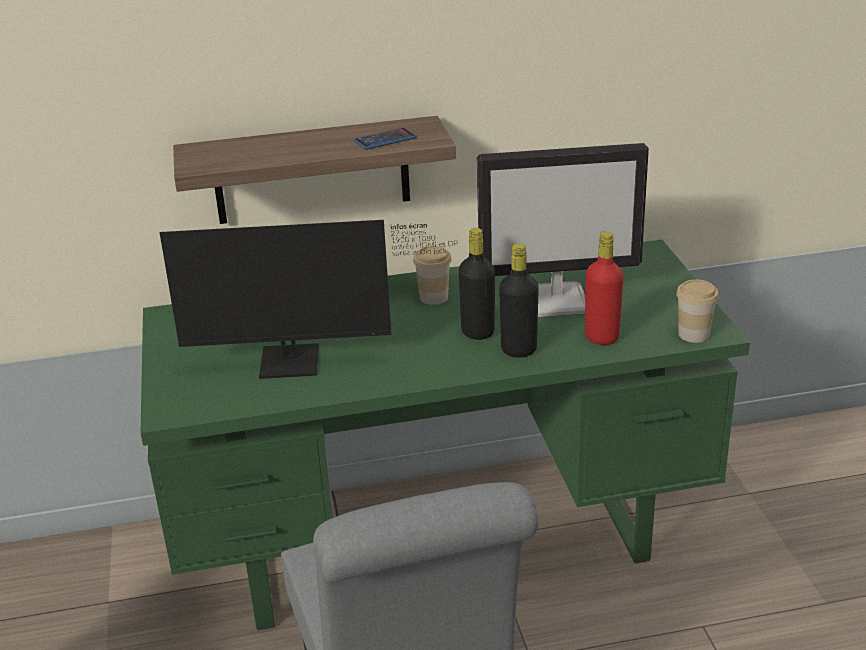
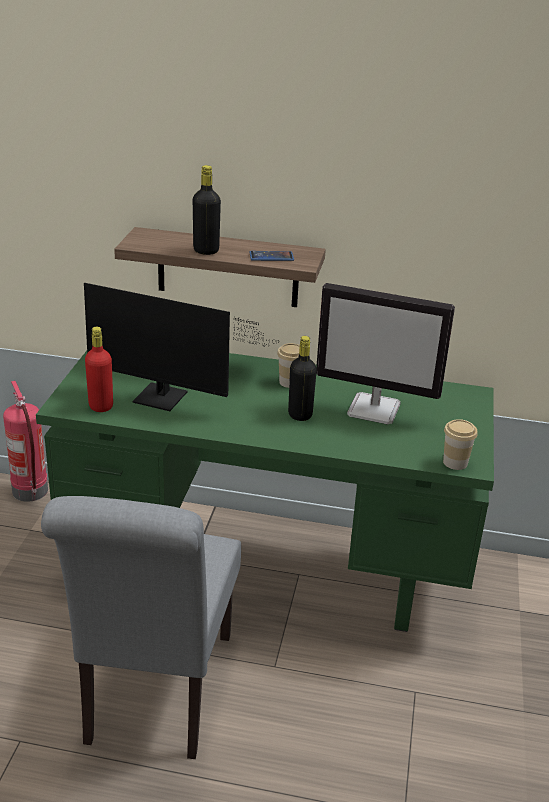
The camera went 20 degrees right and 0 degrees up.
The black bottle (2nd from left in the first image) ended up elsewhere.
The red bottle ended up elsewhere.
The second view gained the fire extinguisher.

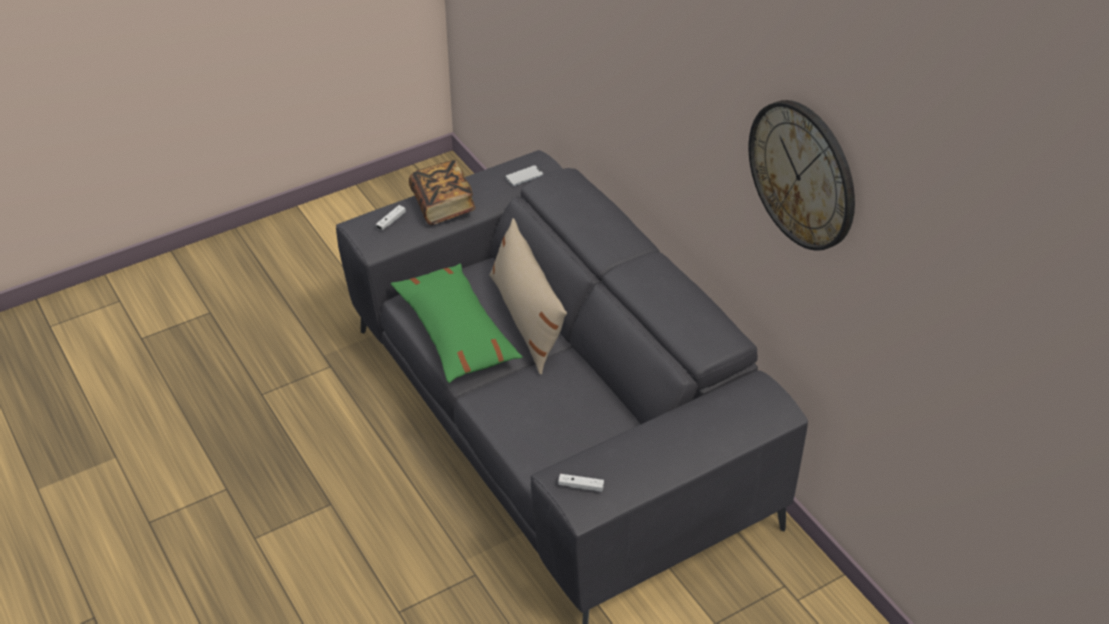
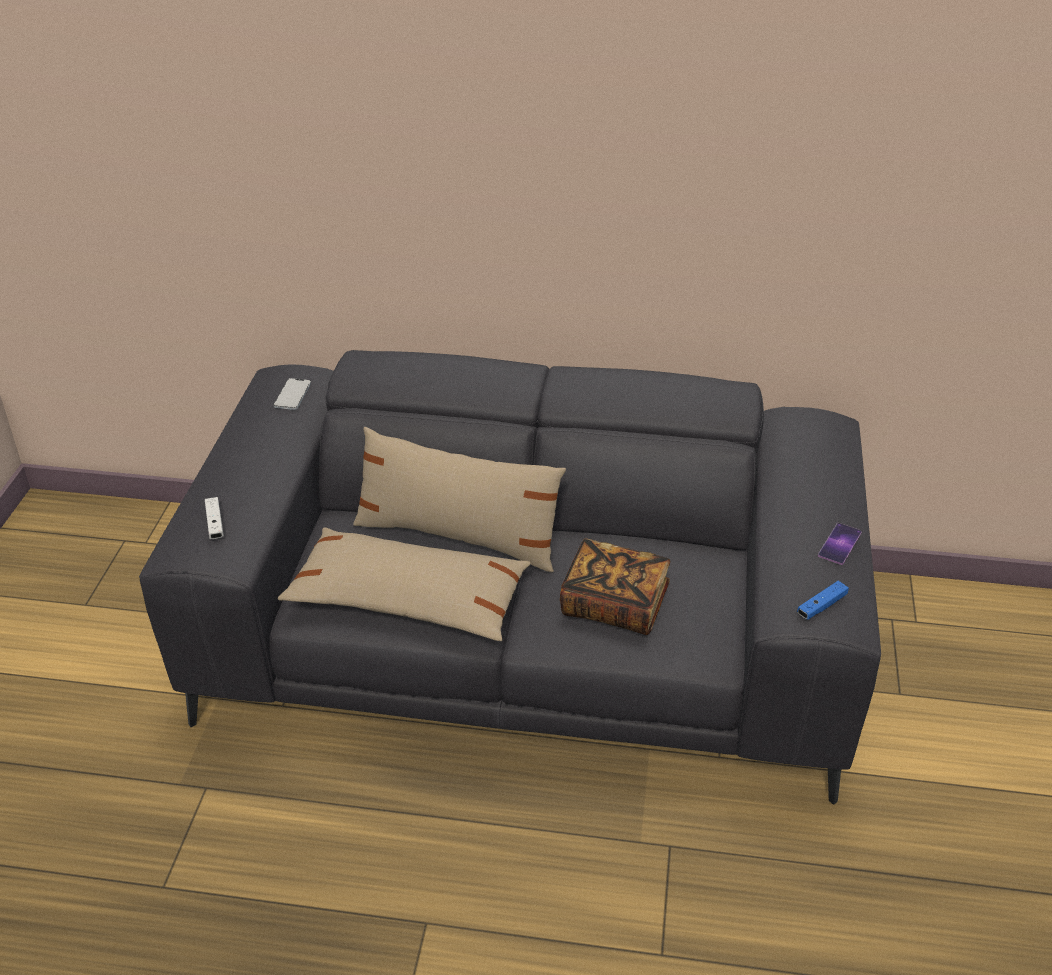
The camera went 50 degrees left and 5 degrees down.
What was the green pillow turned into the beige pillow (1st from left).
The book ended up elsewhere.
What was the white game controller (2nd from left) turned into the blue game controller.
The second view lost the wall clock.
The second view gained the phone (2nd from left).

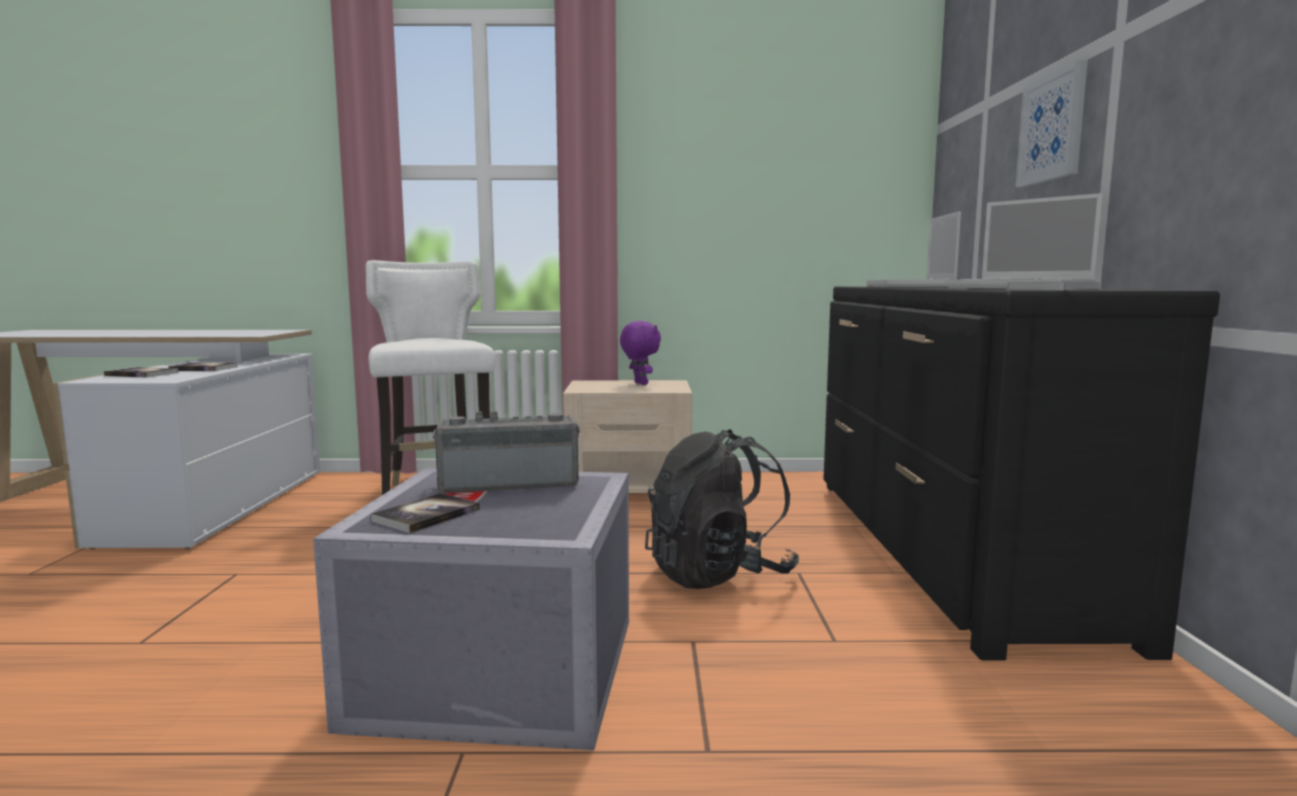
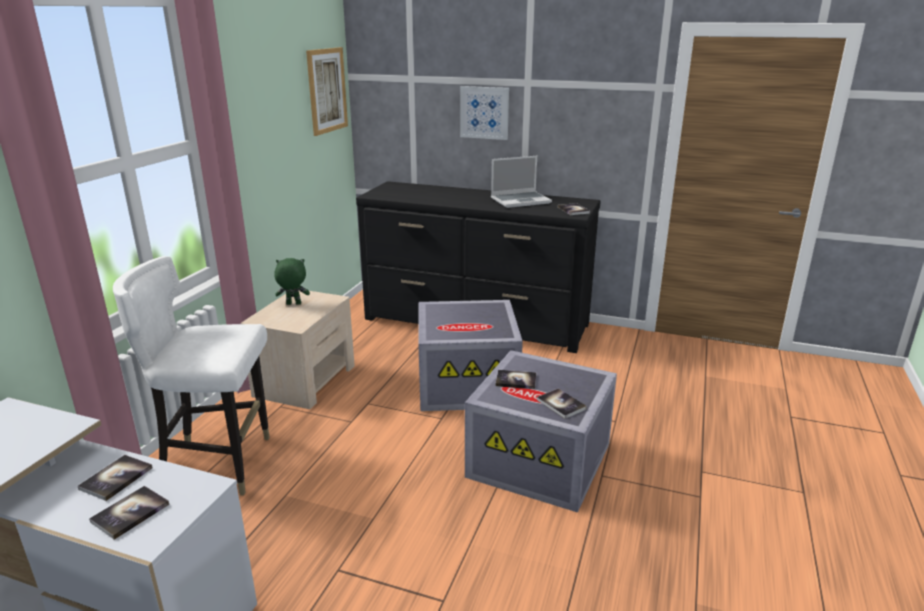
The camera went 70 degrees left and 15 degrees up.
Where the radio stood, the book (3rd from left) came to stand.
What was the purple plush toy turned into the green plush toy.
Where the black backpack stood, the grey storage box (1st from left) came to stand.
The second view lost the laptop (1st from left).
The second view gained the picture (1st from left).

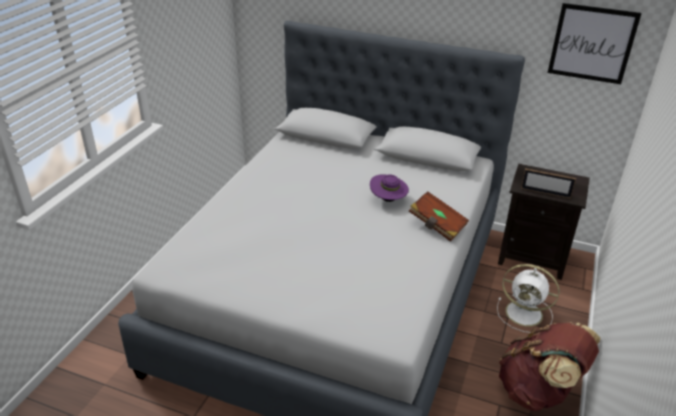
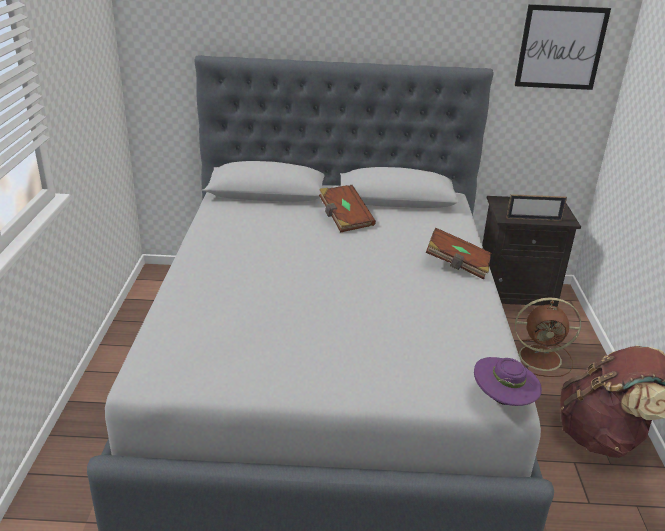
The camera went 20 degrees left and 5 degrees down.
The purple hat ended up elsewhere.
What was the white fan turned into the brown fan.
The second view gained the brown book (1st from left).

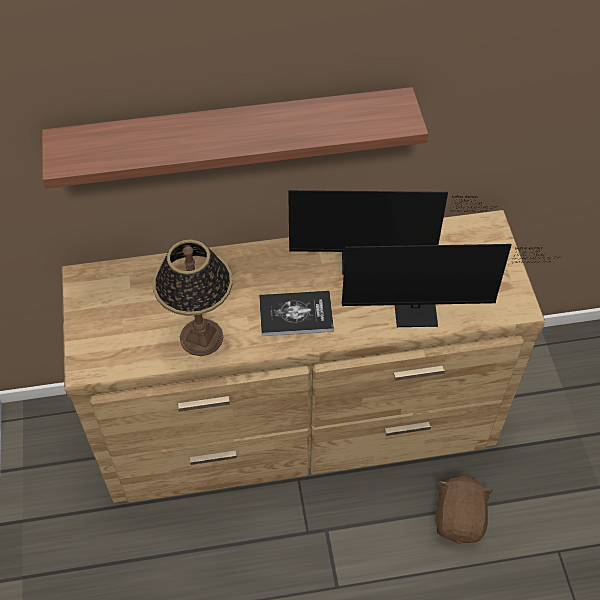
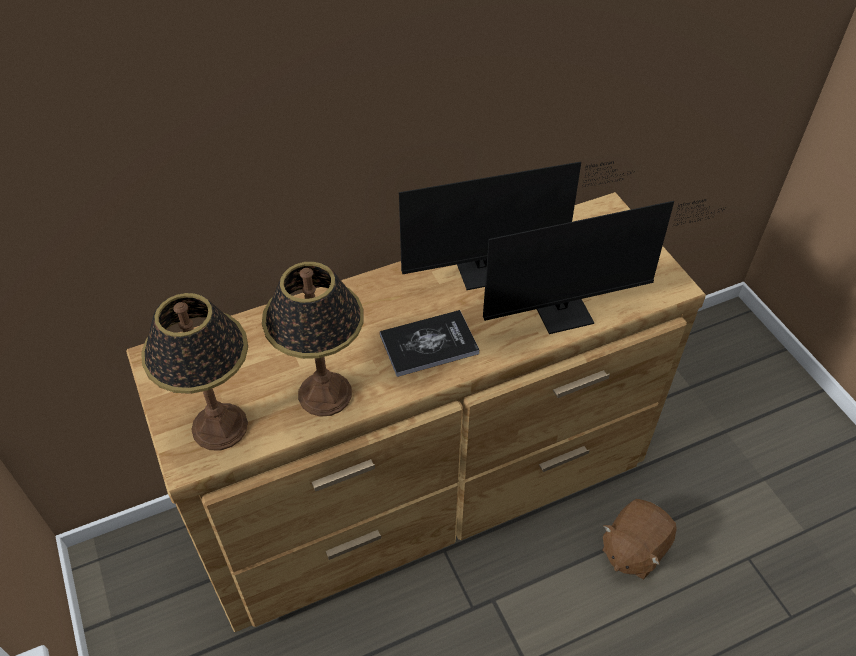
The camera went 15 degrees left and 5 degrees down.
The second view lost the shelf.
The brown plush toy ended up facing another way, 135 degrees counterclockwise from before.
The second view gained the table lamp (1st from left).

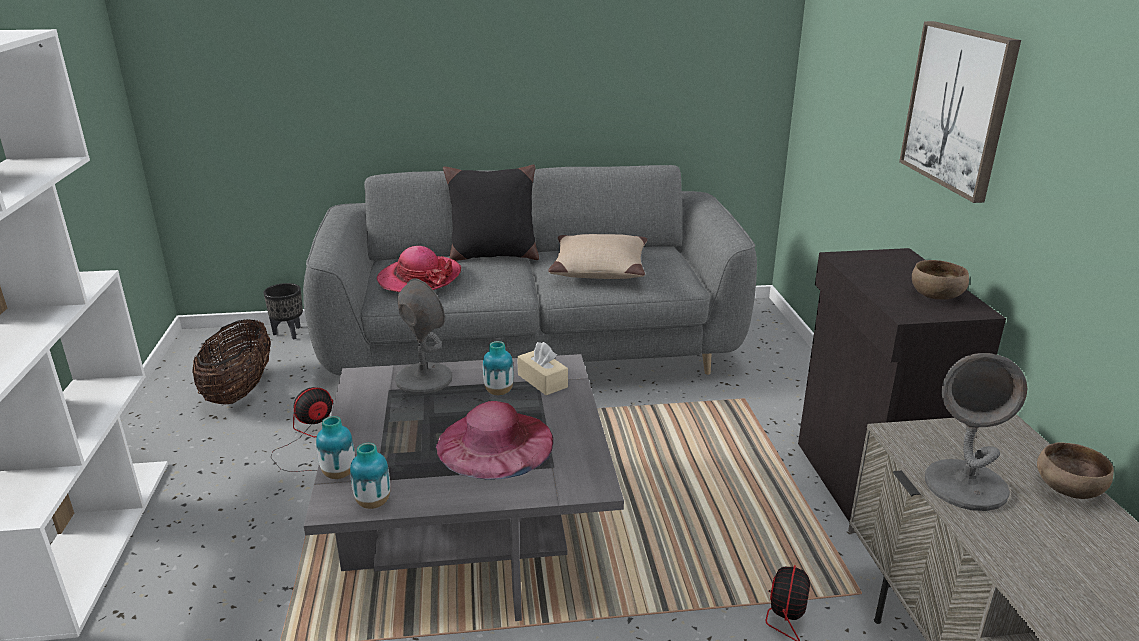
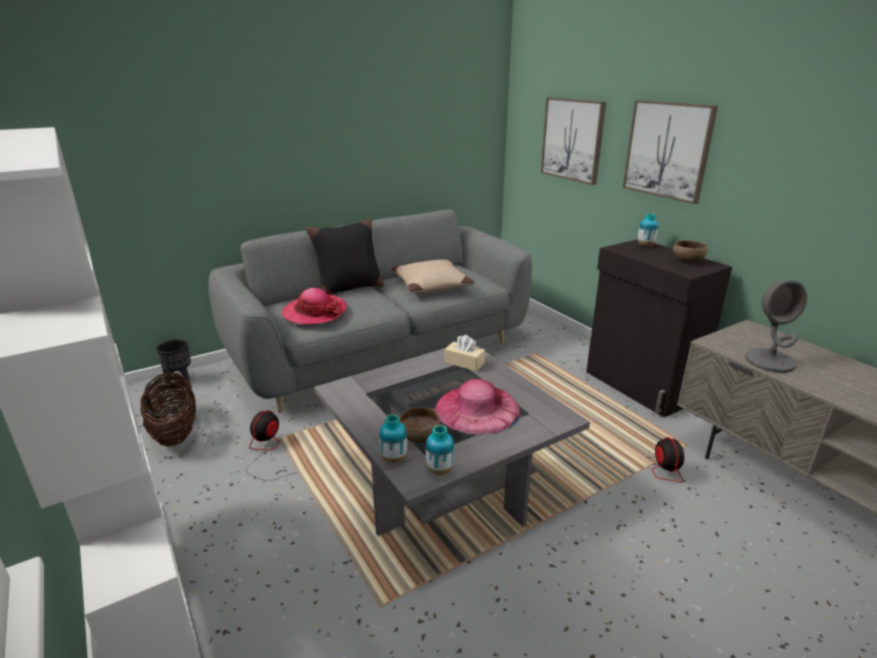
The camera went 25 degrees left and 0 degrees up.
The second view lost the grey table lamp (1st from left).
The vase (3rd from left) ended up elsewhere.
The brown bowl (2nd from left in the first image) ended up elsewhere.
The second view gained the picture (1st from left).

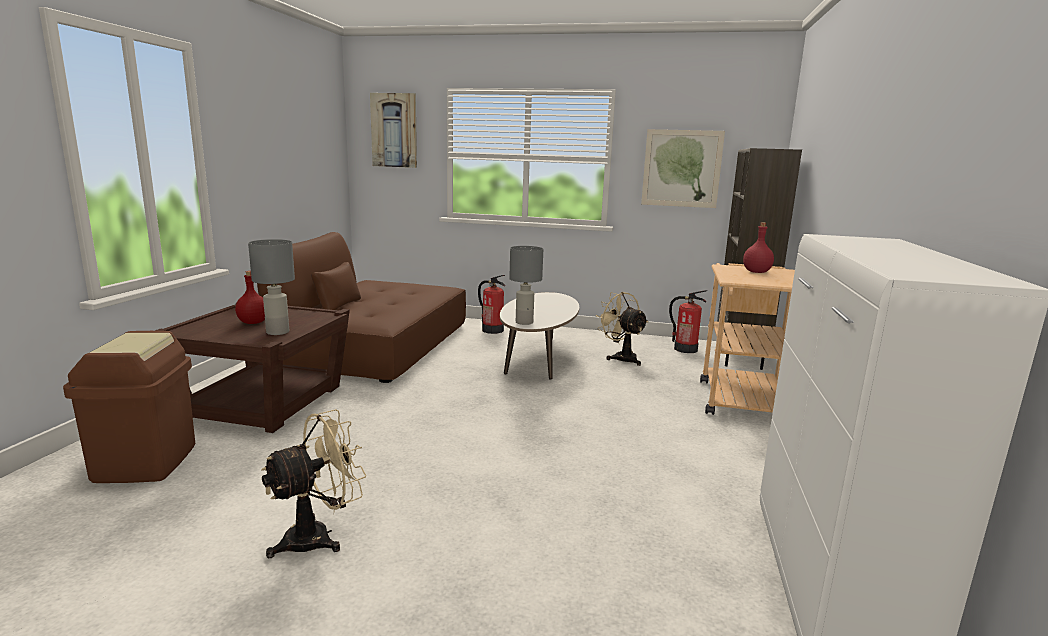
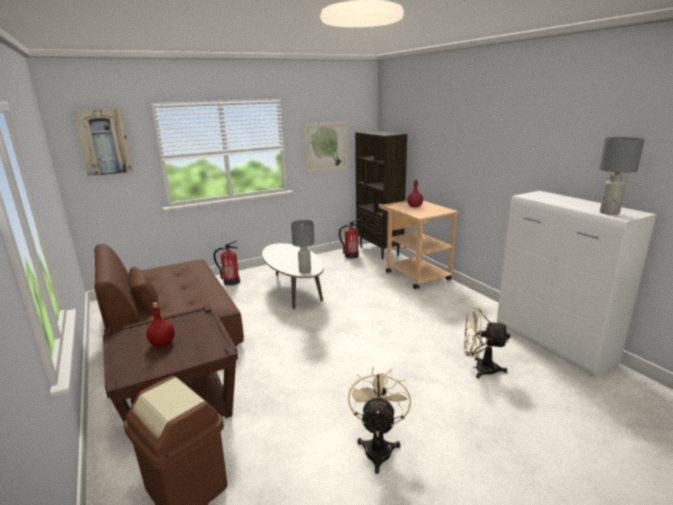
The camera went 40 degrees left and 5 degrees up.
The grey table lamp (1st from left in the first image) ended up elsewhere.
The beige fan (2nd from left) ended up elsewhere.

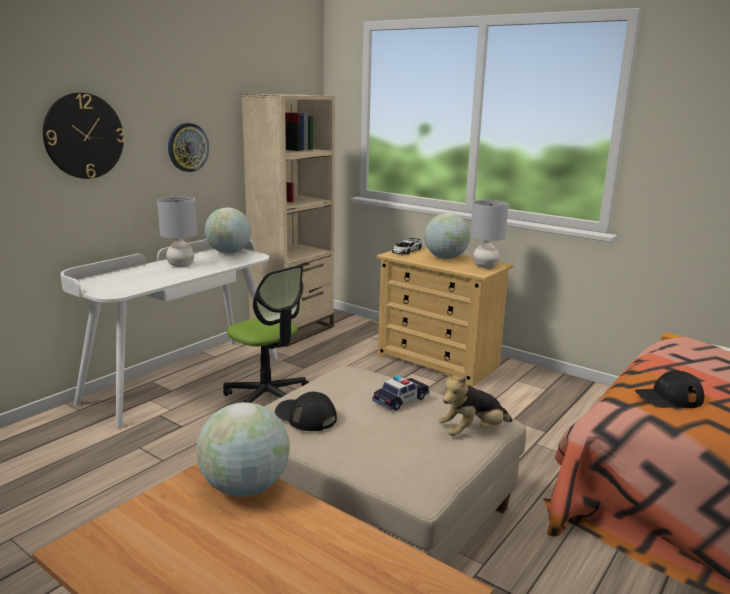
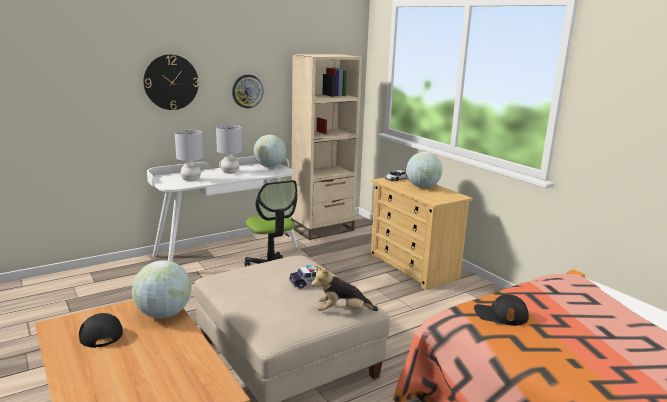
The camera went 20 degrees right and 0 degrees up.
The black cap (1st from left) ended up elsewhere.
The grey table lamp (2nd from left in the first image) ended up elsewhere.

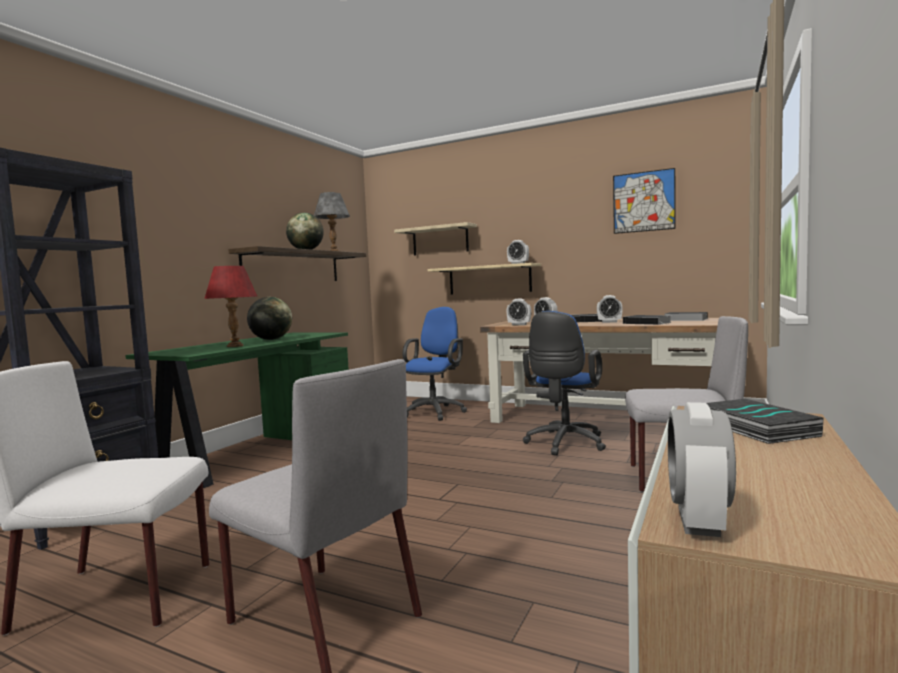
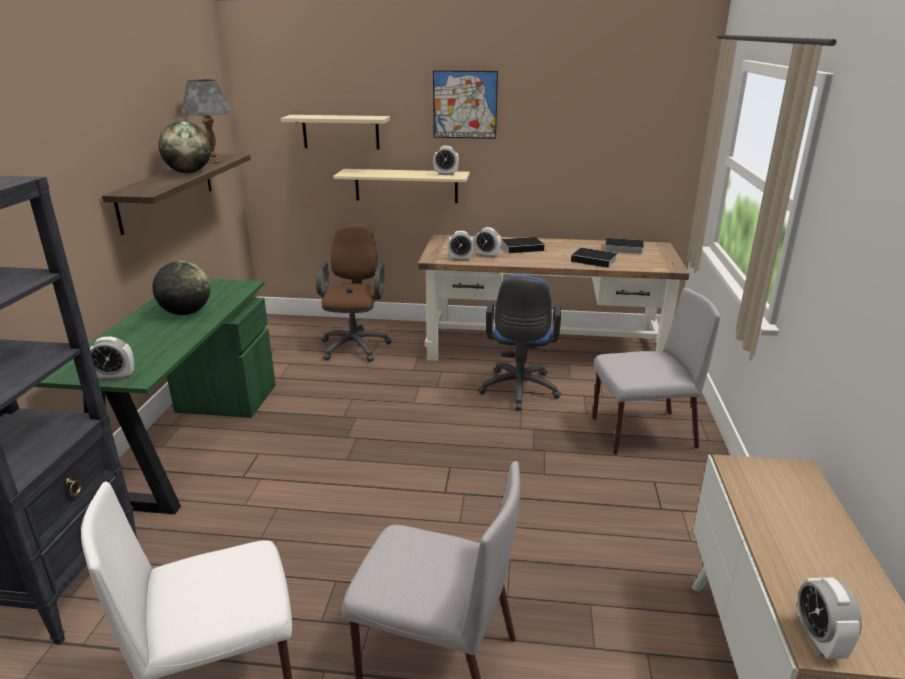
The camera went 20 degrees left and 20 degrees up.
The second view lost the red table lamp.
What was the blue office chair (1st from left) turned into the brown office chair.
The alarm clock (4th from left in the first image) ended up elsewhere.
The picture ended up elsewhere.
The second view lost the book (4th from left).

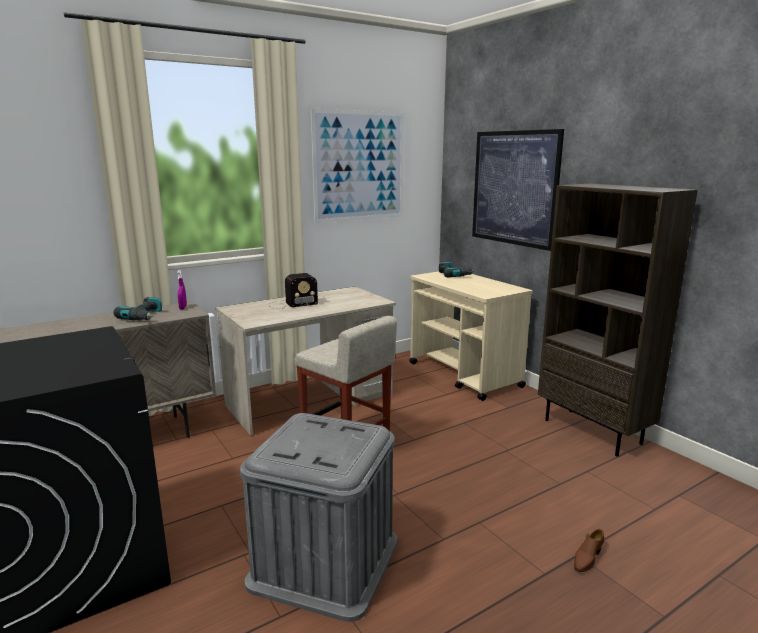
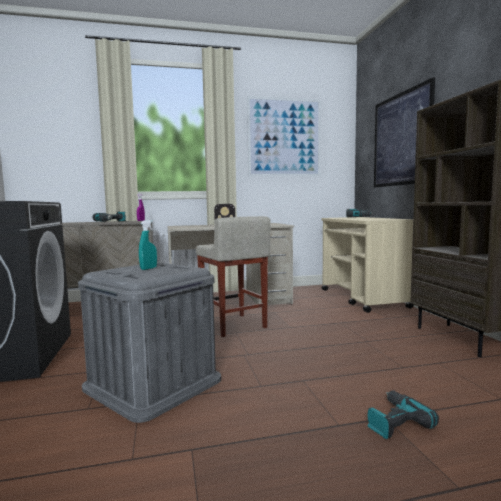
The camera went 20 degrees right and 10 degrees down.
Where the brown shoe stood, the power drill (3rd from left) came to stand.
The second view gained the turquoise spray bottle.

